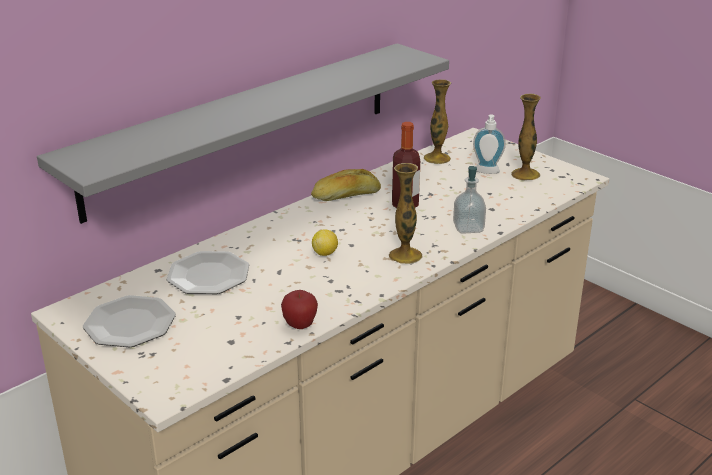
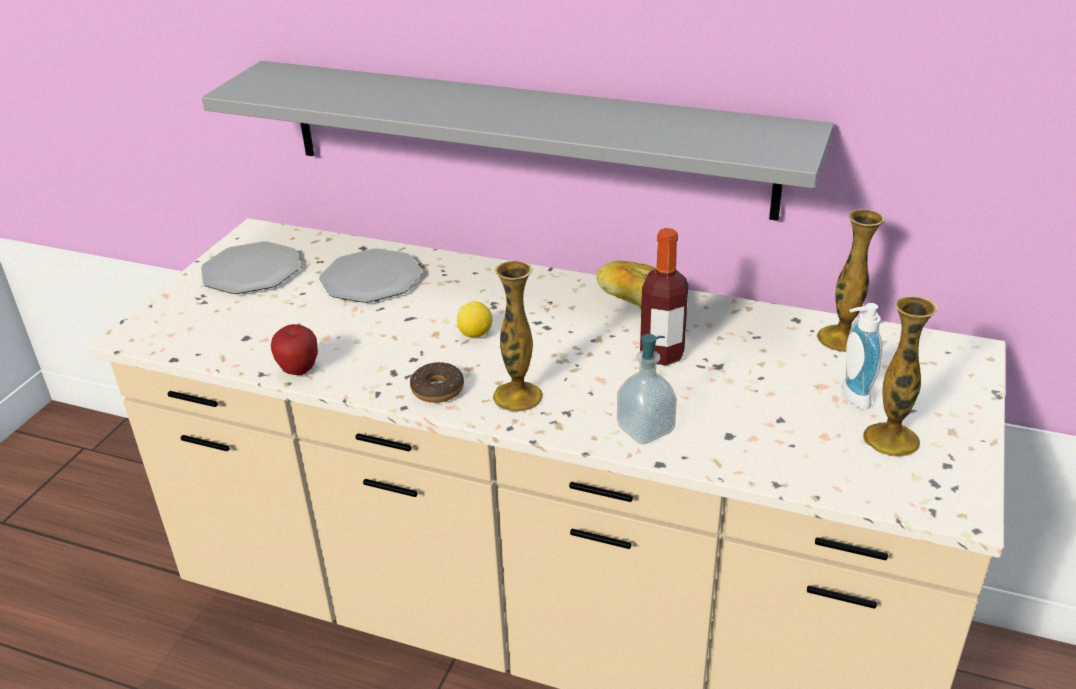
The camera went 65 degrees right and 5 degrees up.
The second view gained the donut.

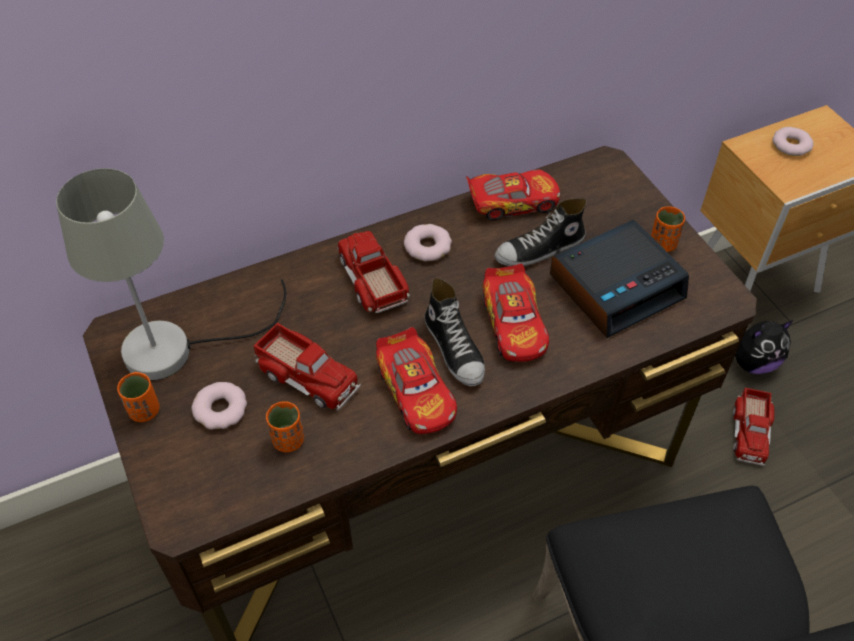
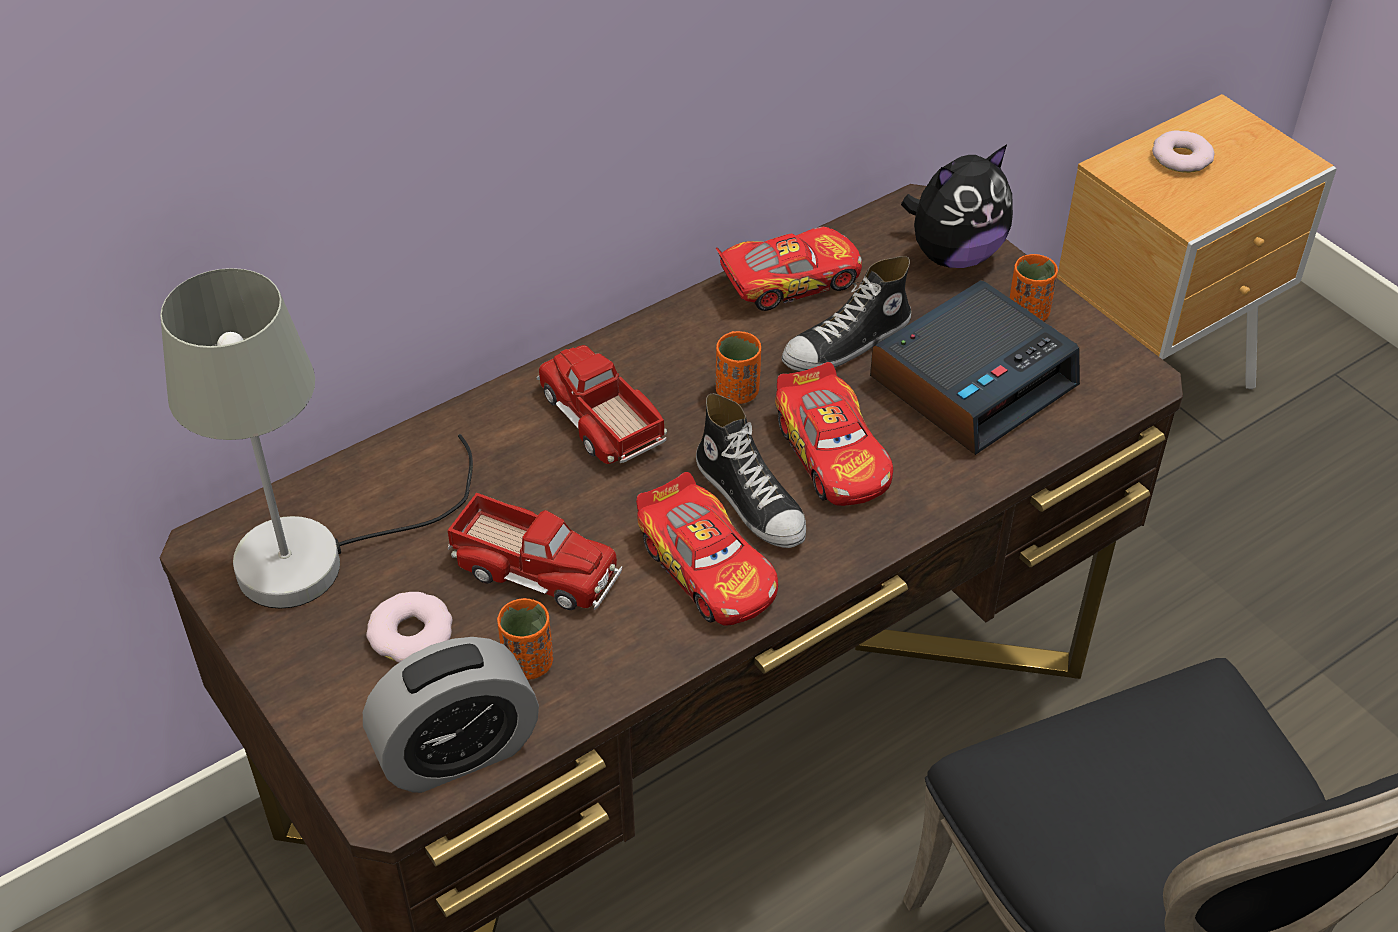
The camera went 10 degrees left and 5 degrees down.
The orange cup (1st from left in the first image) ended up elsewhere.
The second view lost the donut (2nd from left).
The second view lost the toy truck (3rd from left).
The plush toy ended up elsewhere.
The second view gained the alarm clock (1st from left).

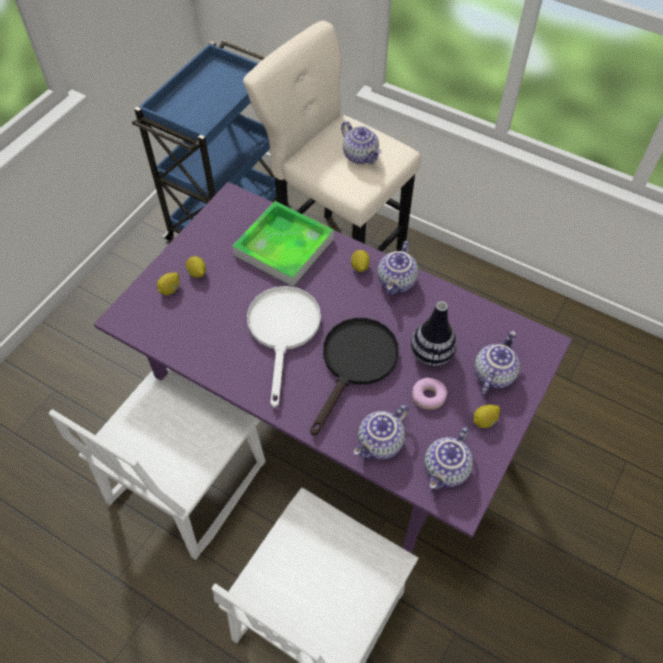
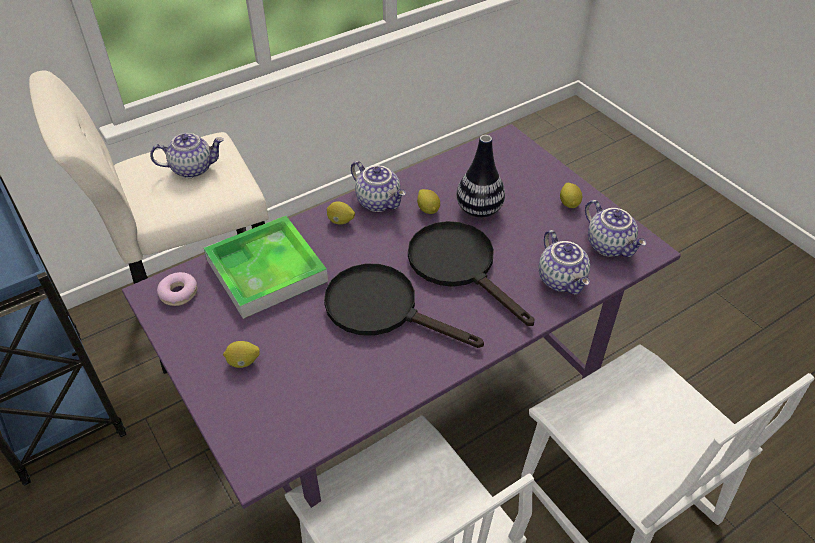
The camera went 65 degrees left and 10 degrees down.
The lemon (1st from left in the first image) ended up elsewhere.
What was the white frying pan turned into the black frying pan (1st from left).
The donut ended up elsewhere.
The second view lost the teapot (5th from left).

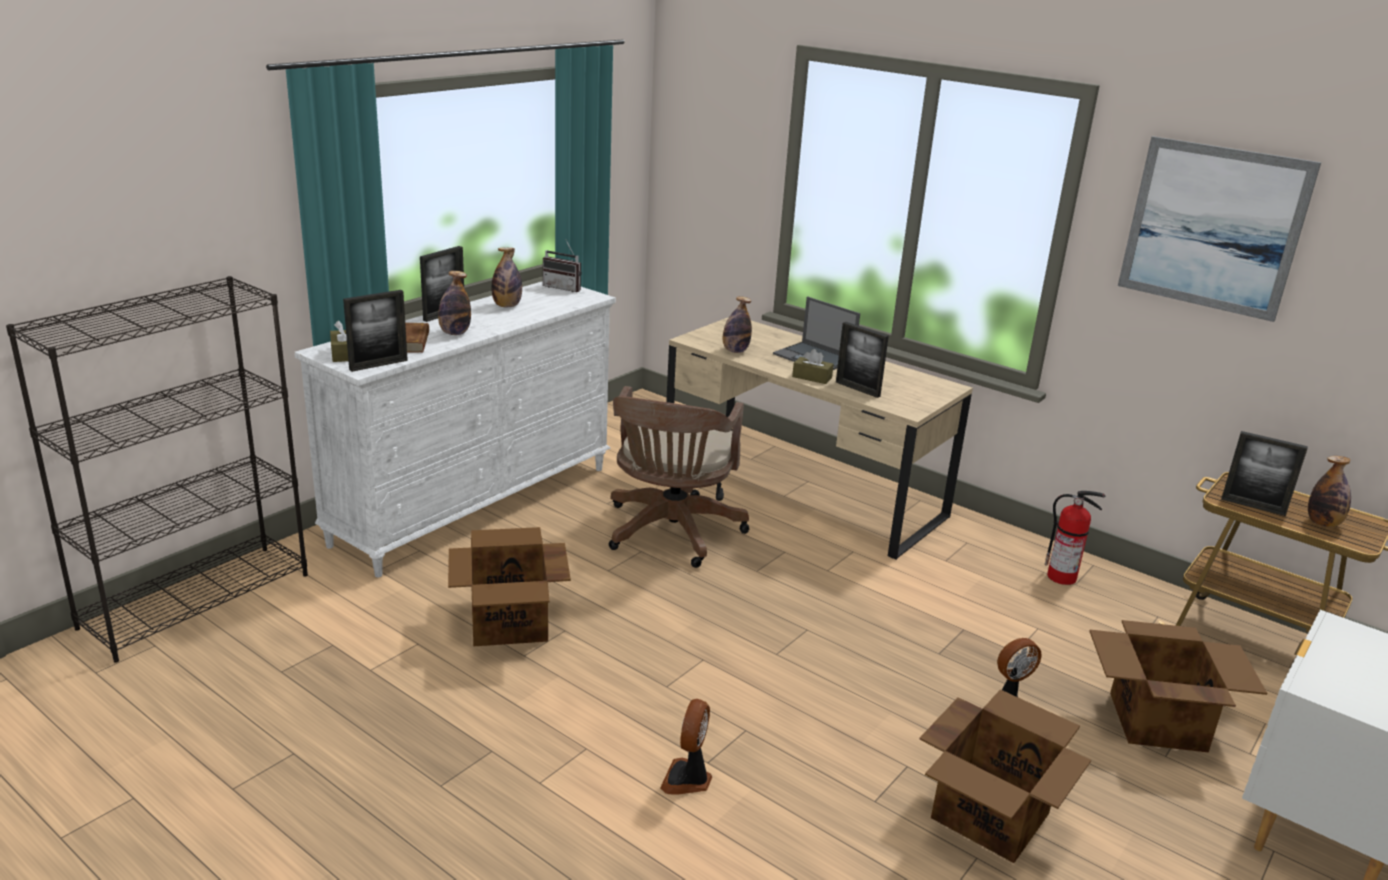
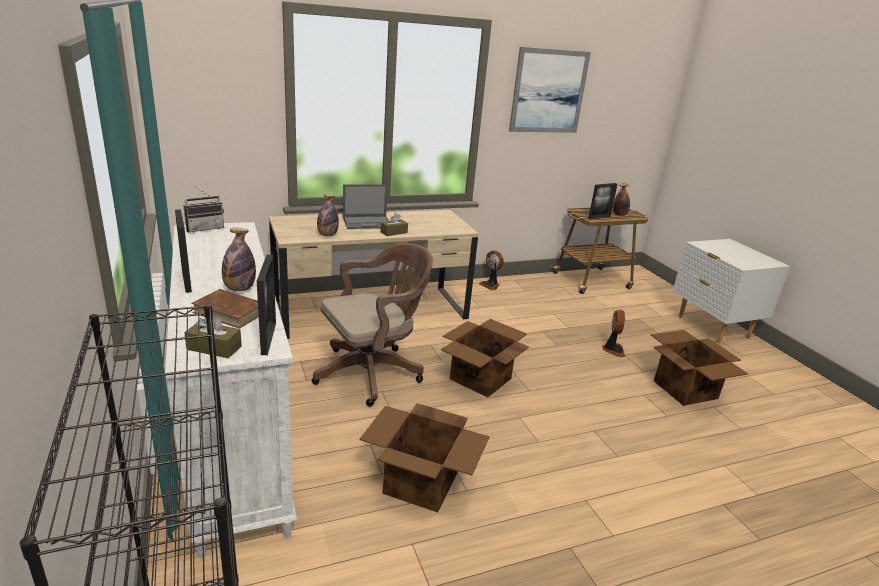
The camera went 60 degrees left and 0 degrees up.
The second view lost the bottle (2nd from left).
The brown office chair ended up facing another way, 75 degrees counterclockwise from before.
The fan (1st from left) ended up elsewhere.
The second view lost the picture frame (3rd from left).
The second view lost the fire extinguisher.
The cardboard box (3rd from left in the first image) ended up elsewhere.

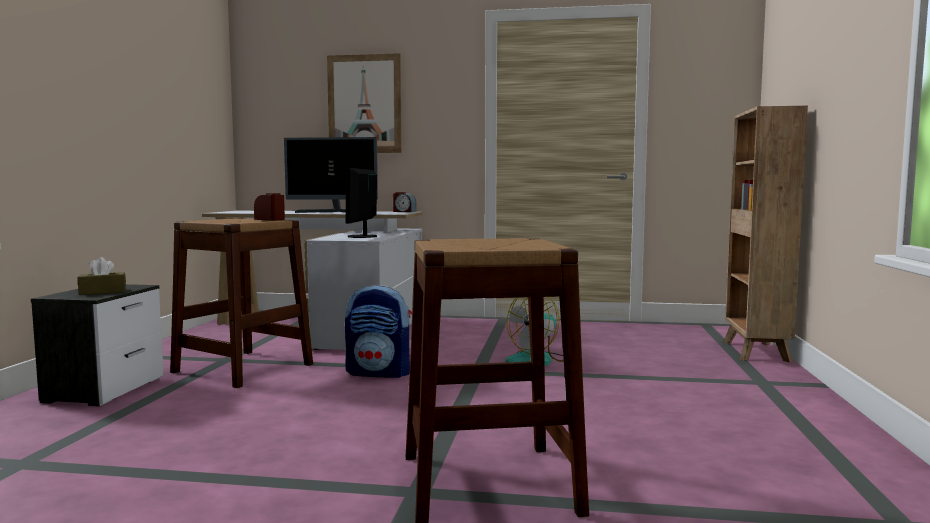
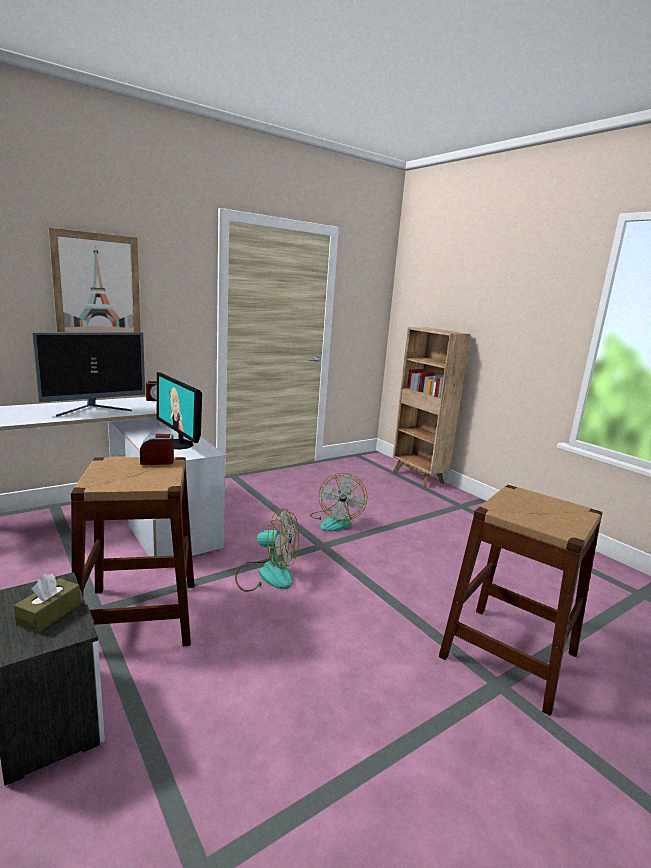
The camera went 45 degrees left and 10 degrees up.
Where the backpack stood, the fan (1st from left) came to stand.

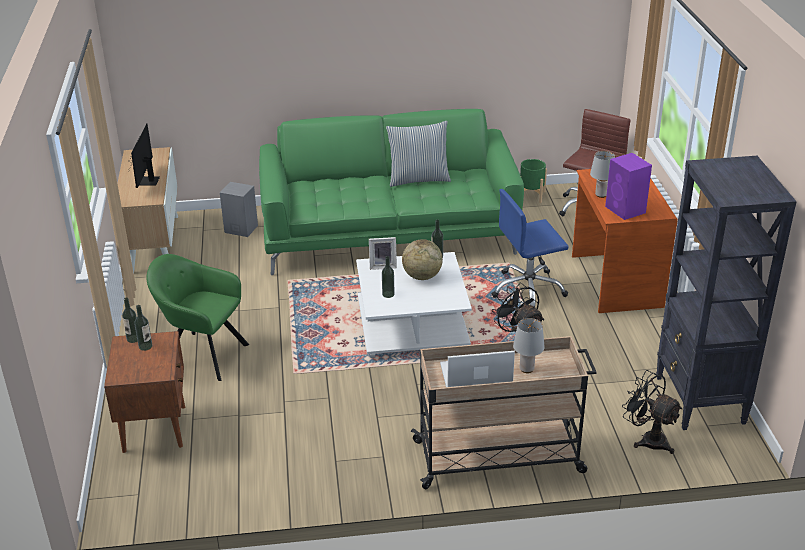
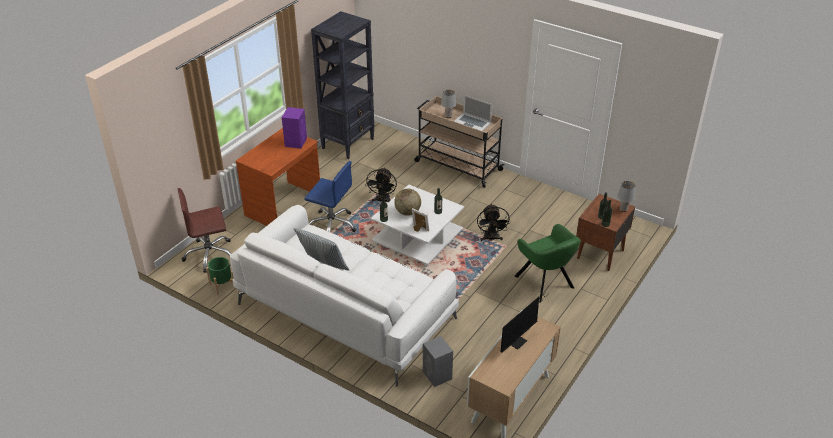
The camera went 140 degrees left and 5 degrees up.
What was the green sofa turned into the white sofa.
The grey table lamp (2nd from left) ended up elsewhere.
The black fan (2nd from left) ended up elsewhere.

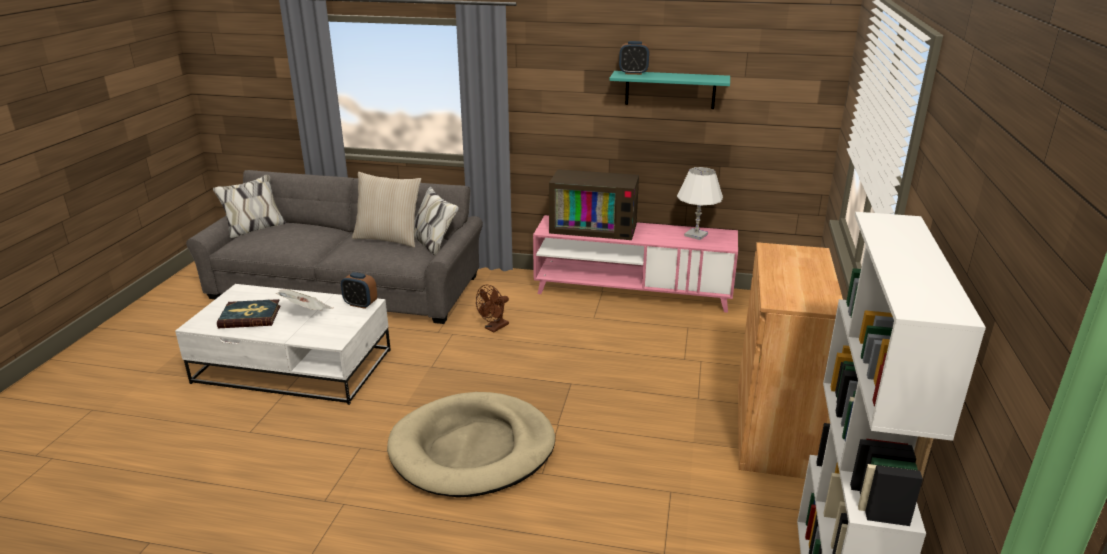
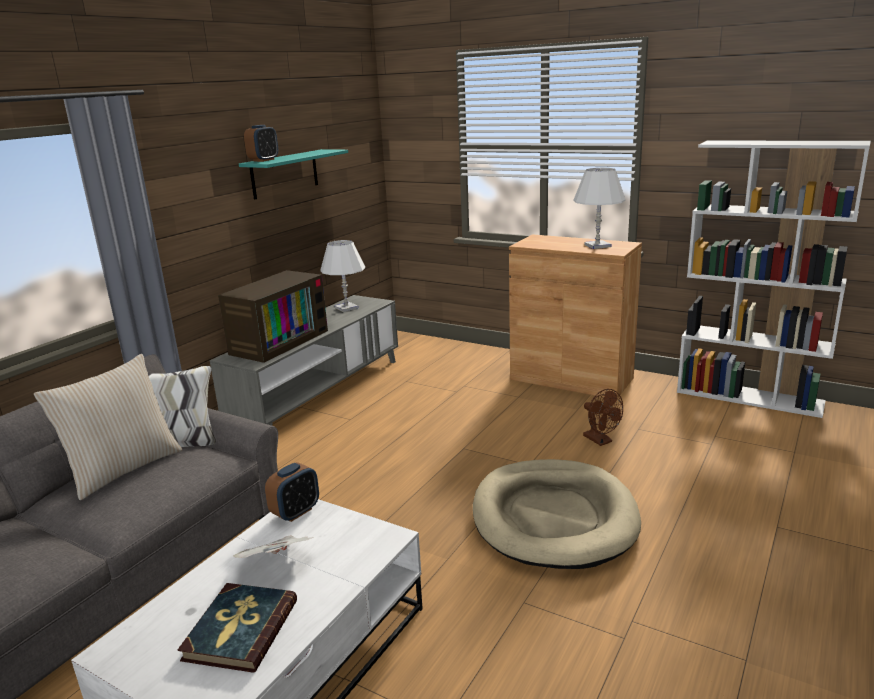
The camera went 70 degrees left and 5 degrees down.
The brown fan ended up elsewhere.
What was the pink tv stand turned into the grey tv stand.
The second view gained the white table lamp (2nd from left).

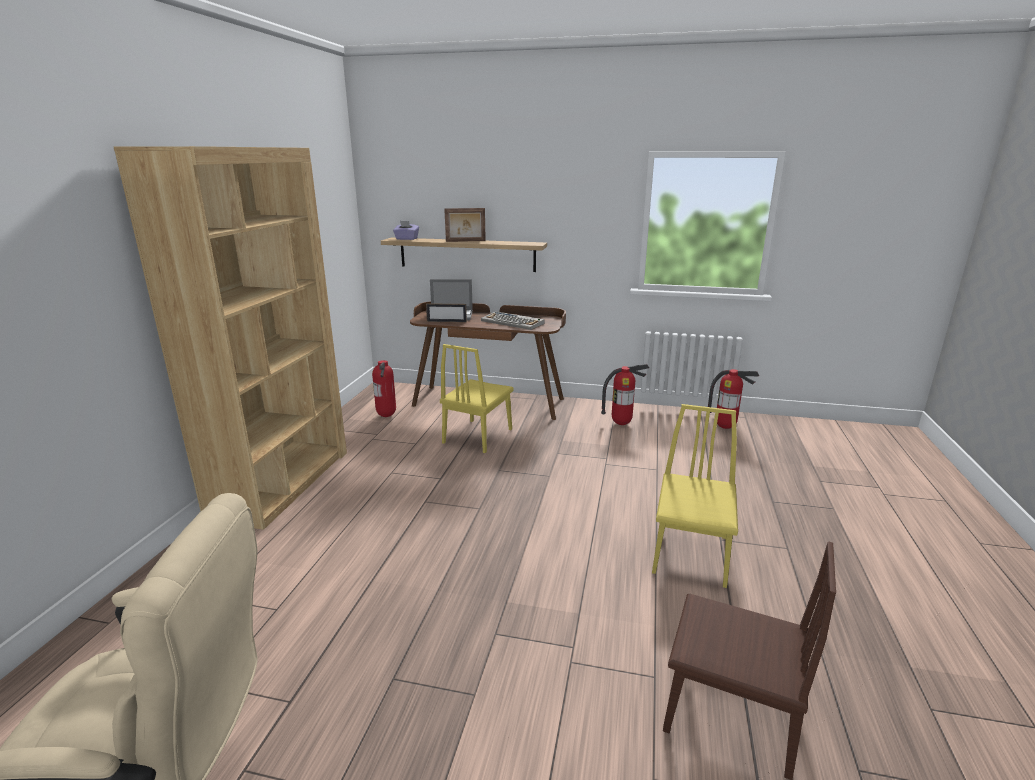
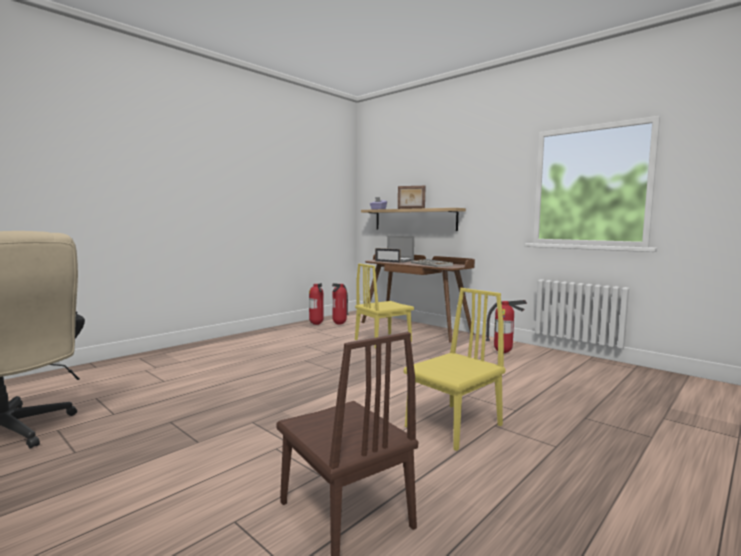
The camera went 30 degrees right and 15 degrees down.
The second view lost the brown bookcase.
The fire extinguisher (3rd from left in the first image) ended up elsewhere.

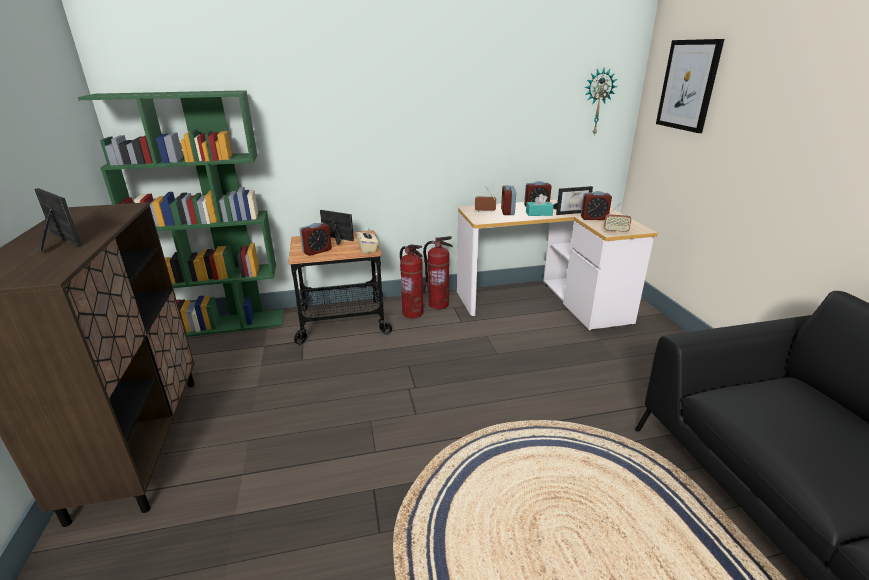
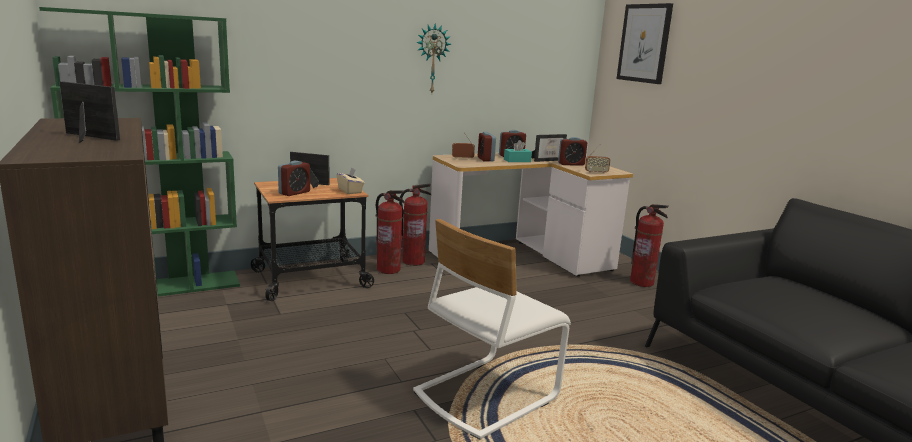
The camera went 15 degrees left and 10 degrees down.
The wall clock ended up elsewhere.
The second view gained the white chair.
The second view gained the fire extinguisher (3rd from left).

